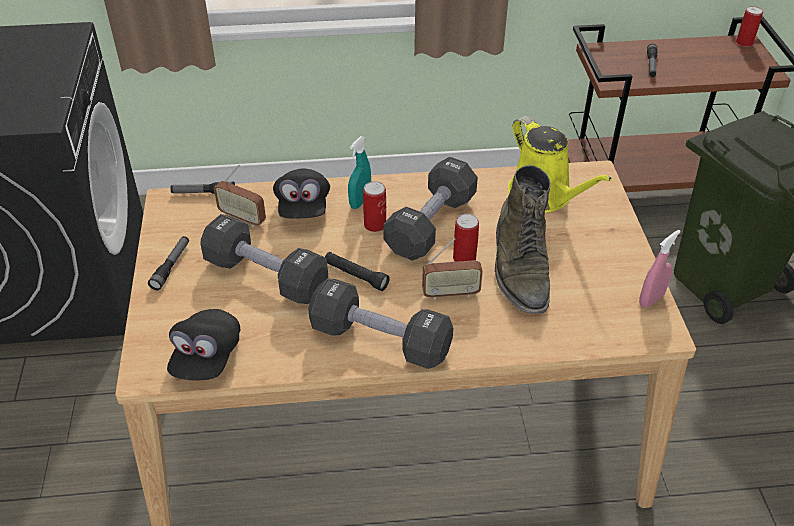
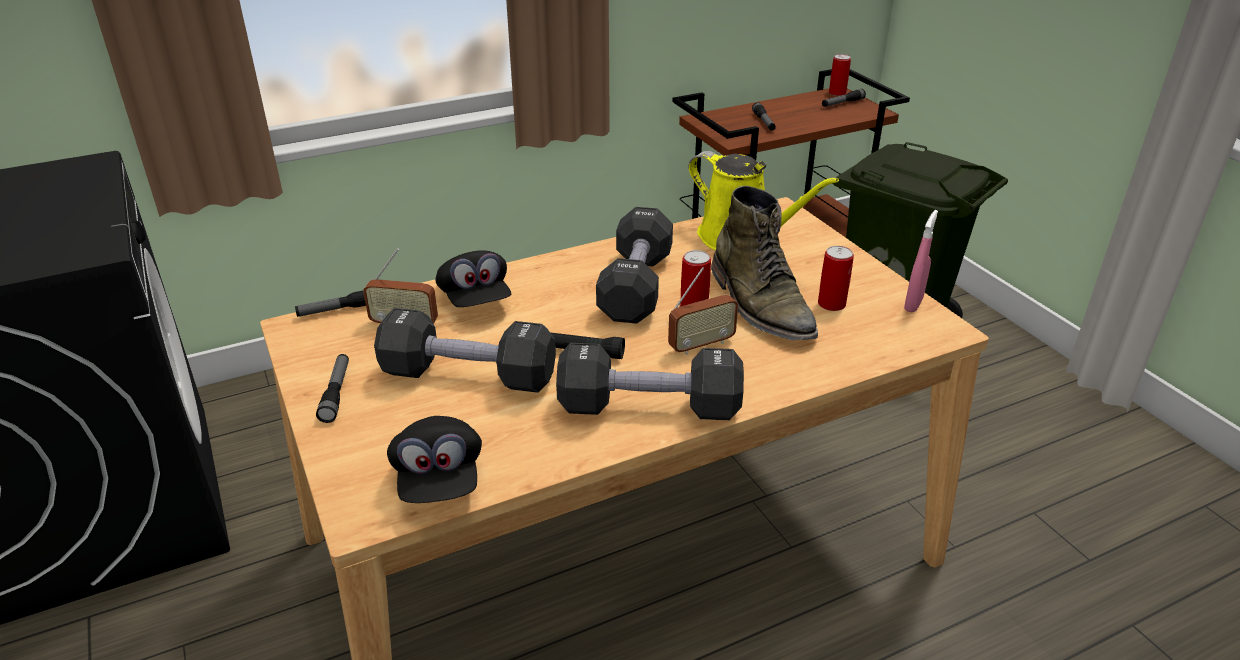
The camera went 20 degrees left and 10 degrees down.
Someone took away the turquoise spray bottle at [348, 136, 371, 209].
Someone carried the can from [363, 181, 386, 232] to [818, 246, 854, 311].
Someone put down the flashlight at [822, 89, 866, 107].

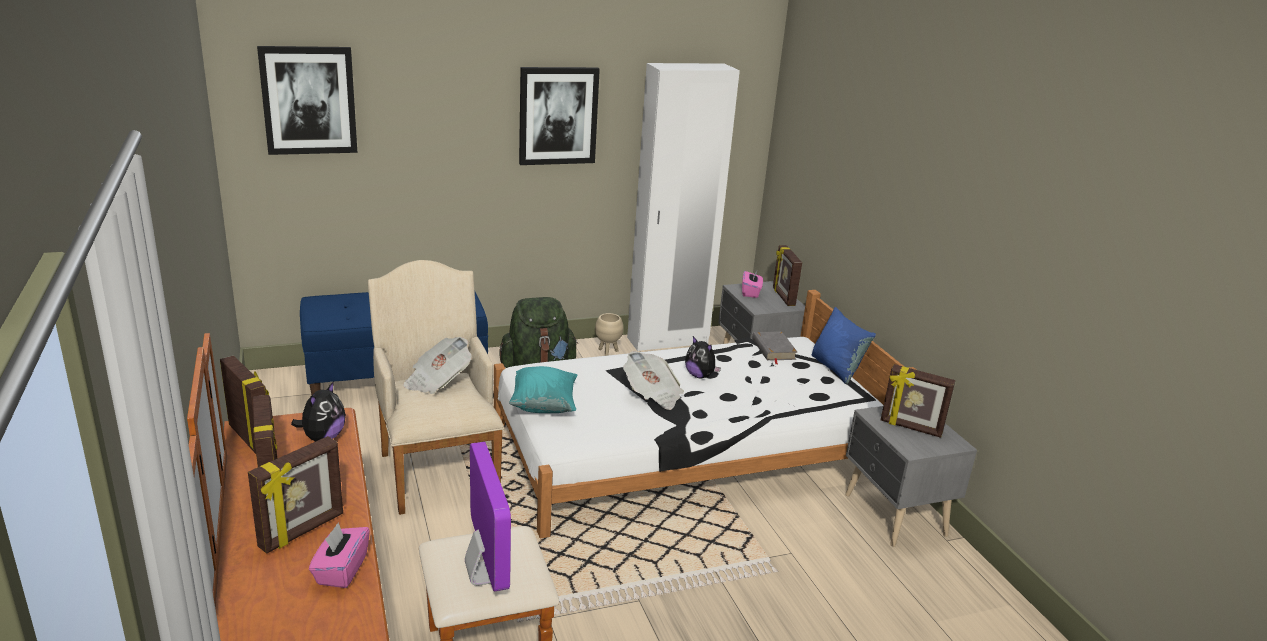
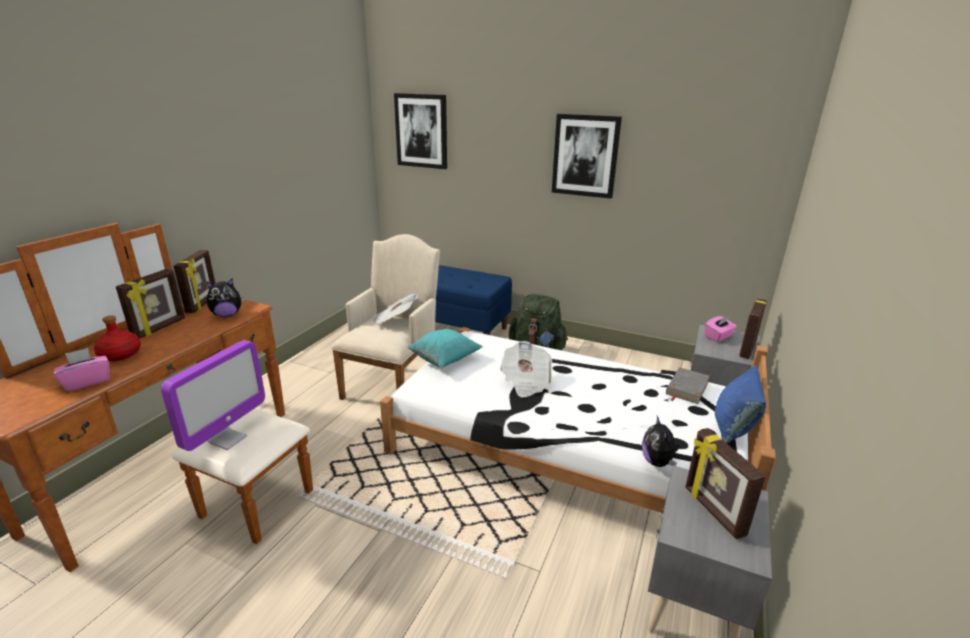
The camera went 45 degrees right and 0 degrees up.
Someone took away the white wardrobe at [627, 63, 740, 351].
Someone took away the beige planter at [595, 313, 623, 356].
Someone carried the plush toy from [685, 336, 721, 378] to [642, 416, 679, 467].
Someone swapped the picture frame at [248, 436, 343, 553] for the red bottle at [94, 316, 141, 361].

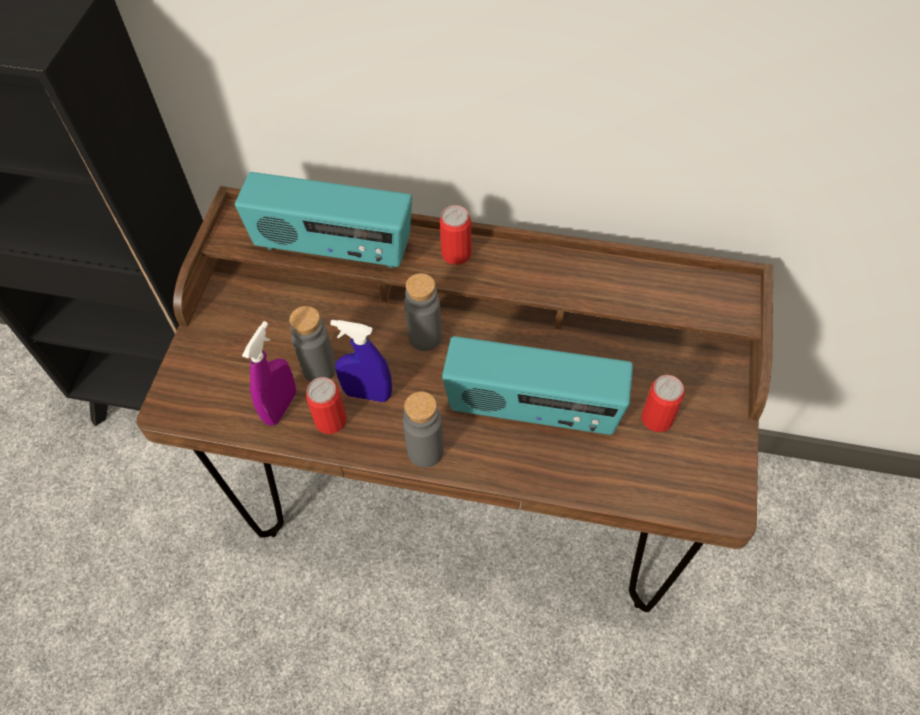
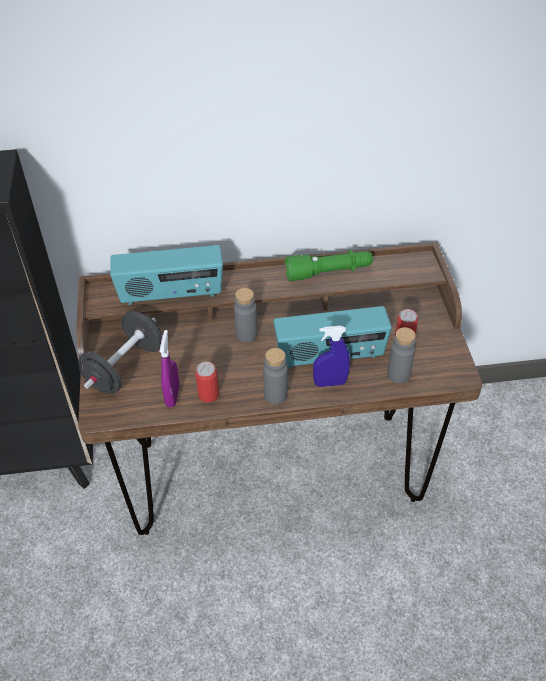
The camera went 20 degrees left and 10 degrees down.
Someone took away the can at [440, 205, 472, 265].
Someone carried the grey bottle from [289, 306, 336, 382] to [387, 327, 416, 383].
Someone carried the blue spray bottle from [330, 320, 392, 402] to [313, 326, 350, 387].
Someone put down the green flashlight at [285, 250, 373, 281].
Someone put down the black dumbbell at [78, 311, 162, 394].

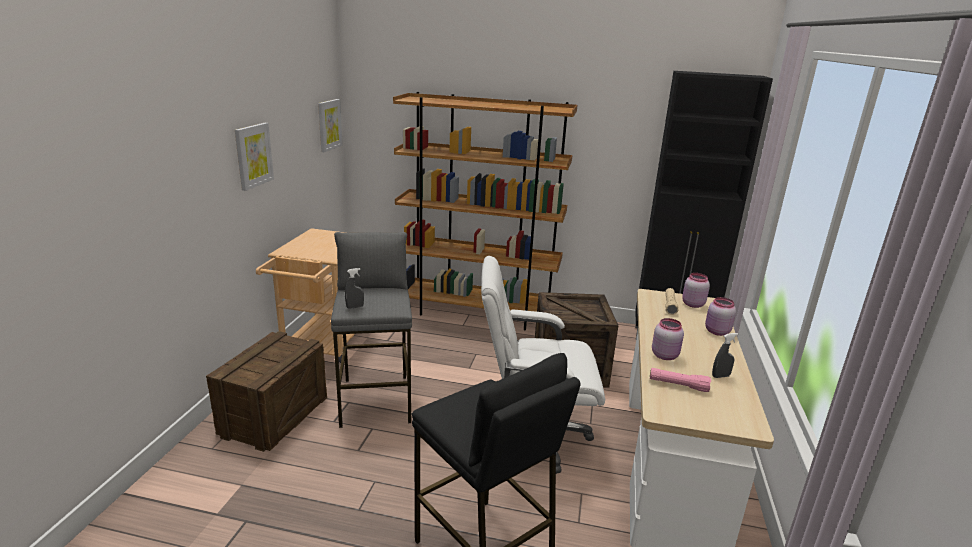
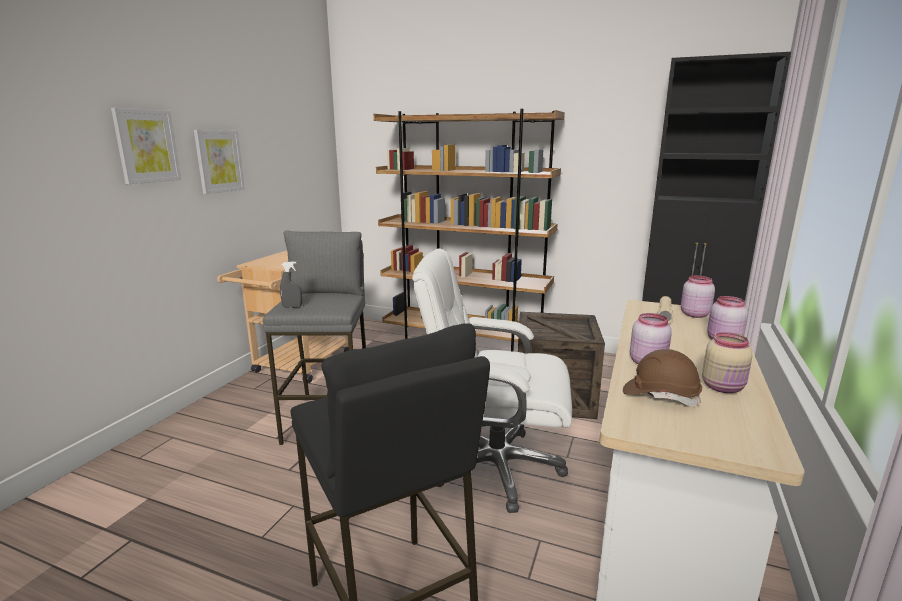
The camera went 10 degrees right and 5 degrees down.
Someone carried the picture from [318, 99, 343, 152] to [111, 108, 181, 184].
Someone took away the crate at [206, 331, 327, 452].
Someone swapped the grey spray bottle at [712, 333, 738, 378] for the beige jar at [702, 332, 753, 393].
Someone swapped the pink flashlight at [650, 368, 711, 392] for the brown hard hat at [623, 349, 702, 406].

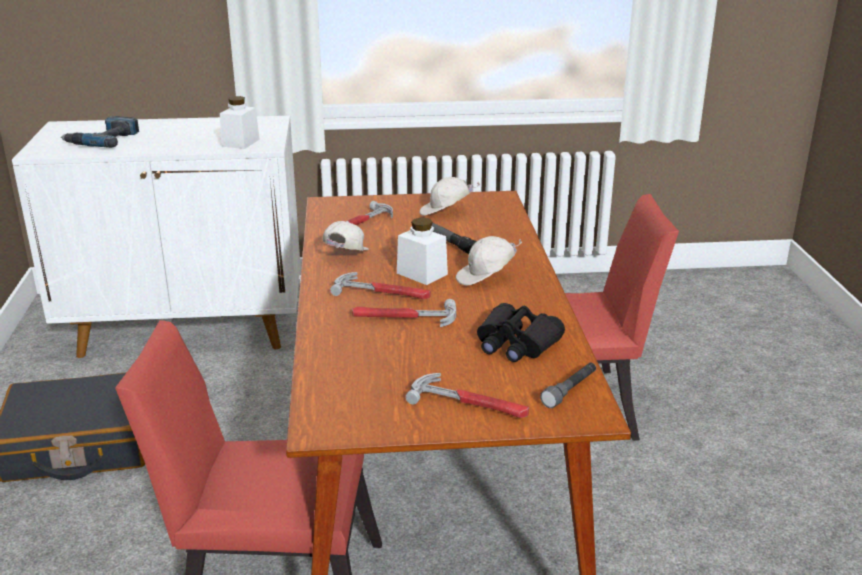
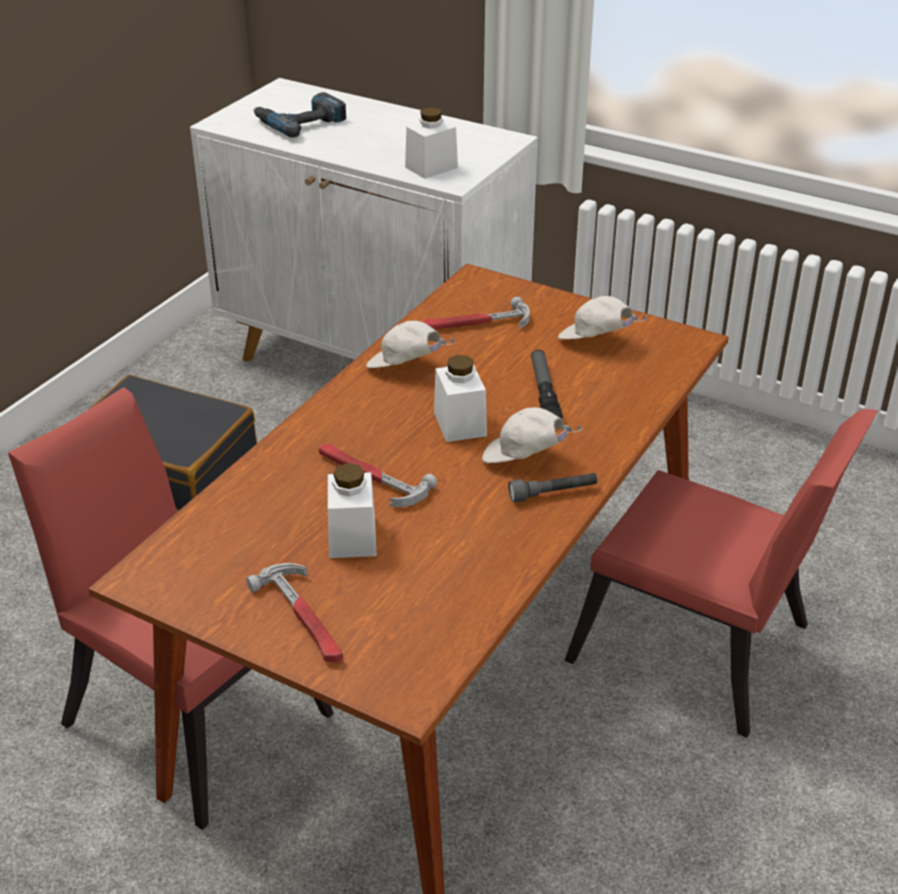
The camera went 35 degrees right and 10 degrees up.
Someone rotated the white cap at [322, 221, 369, 251] by 120 degrees counterclockwise.
Someone took away the hammer at [330, 272, 431, 299].
Someone took away the black binoculars at [477, 303, 565, 362].
Someone carried the grey flashlight from [540, 363, 596, 408] to [509, 473, 597, 502].
Someone put down the white jar at [328, 463, 377, 558].

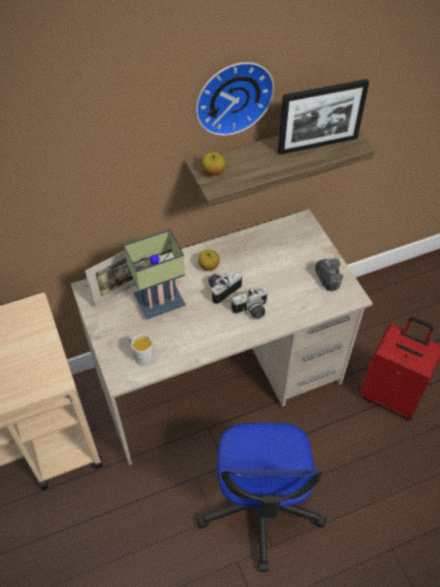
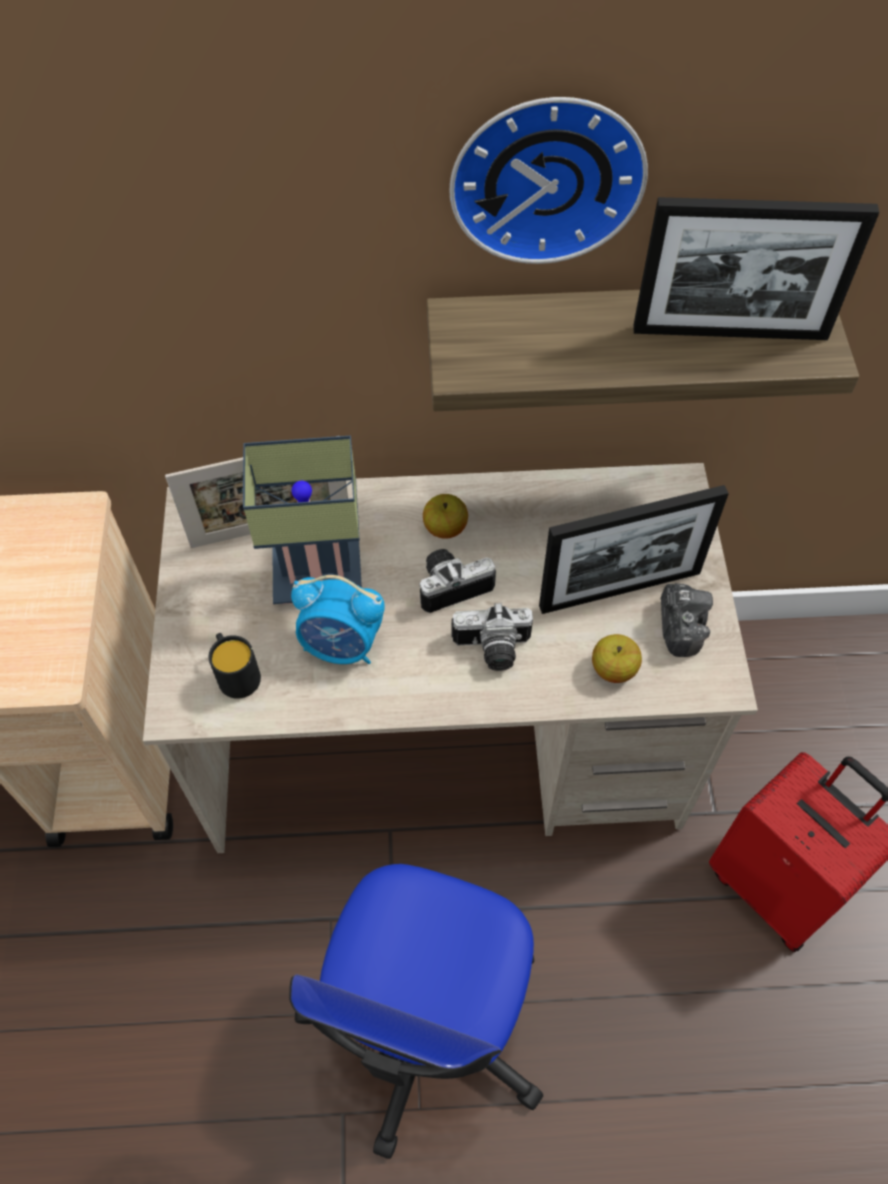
The camera went 20 degrees right and 5 degrees up.
Someone carried the apple from [202, 152, 226, 176] to [592, 634, 642, 683].
Someone repainted the white mug at [129, 334, 154, 366], which became the black mug at [209, 633, 261, 699].
Someone put down the picture frame at [539, 485, 729, 614].
Someone put down the alarm clock at [291, 575, 385, 664].

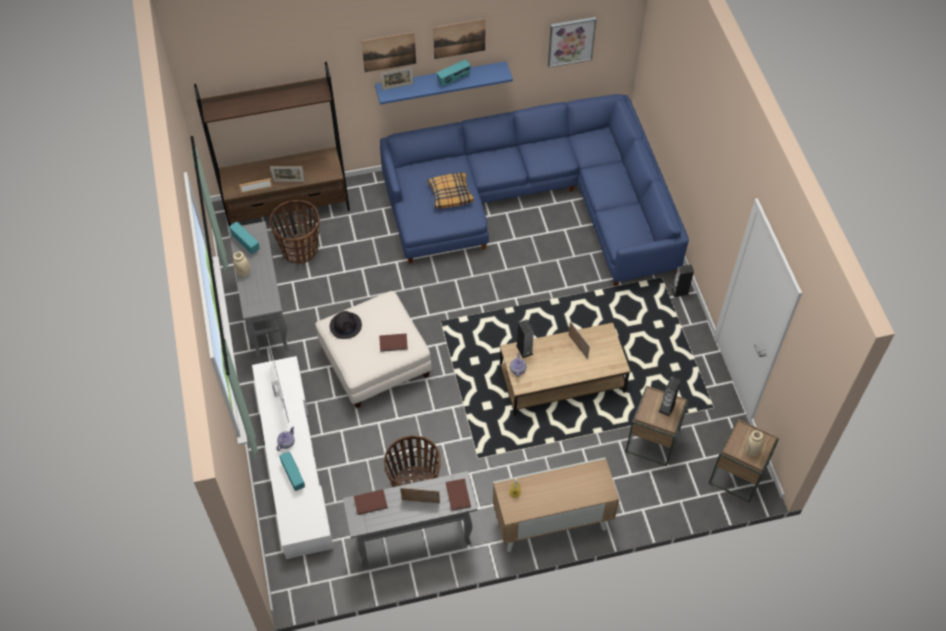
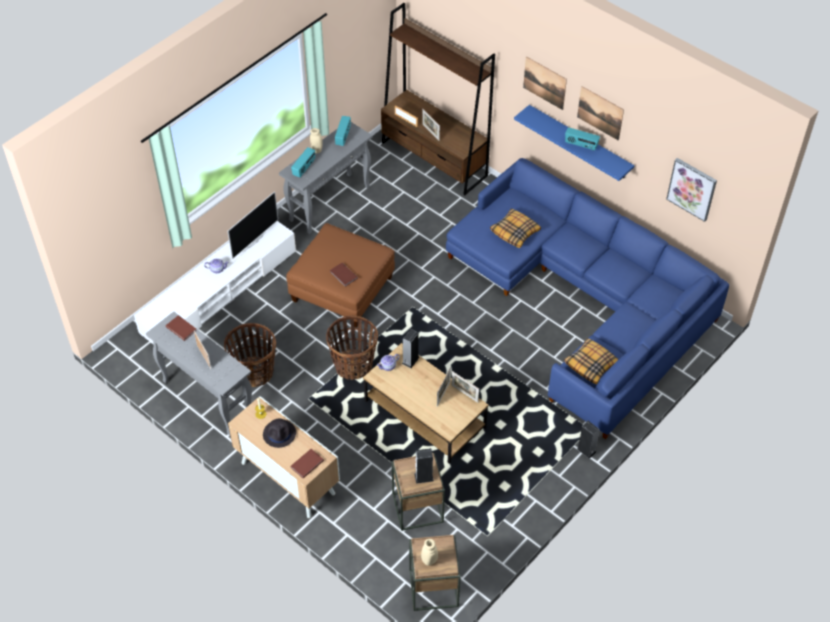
The camera went 55 degrees right and 5 degrees down.
Someone carried the picture frame from [380, 67, 414, 90] to [452, 371, 479, 403].
Someone carried the basket from [270, 200, 320, 264] to [326, 316, 378, 380].
Someone repainted the white ottoman at [315, 291, 432, 408], which became the brown ottoman at [286, 223, 395, 328].
Someone carried the black hat from [330, 311, 362, 339] to [263, 419, 296, 448].
Someone carried the radio from [279, 451, 305, 491] to [291, 147, 315, 178].
Someone carried the brown book from [446, 479, 471, 511] to [291, 449, 324, 478].
Someone put down the pillow at [564, 338, 619, 384].

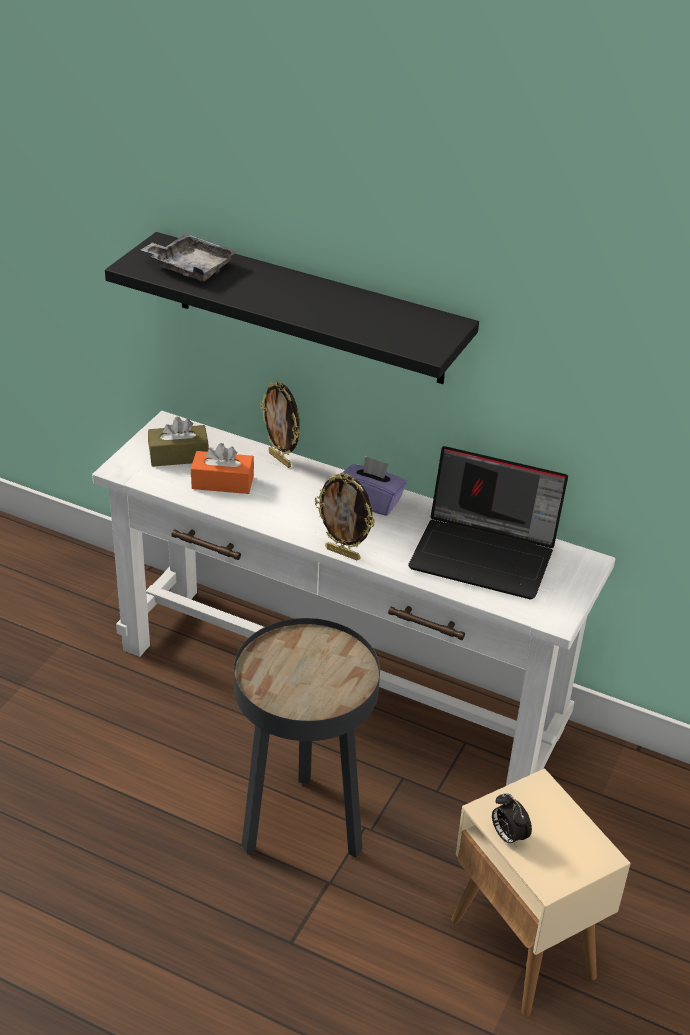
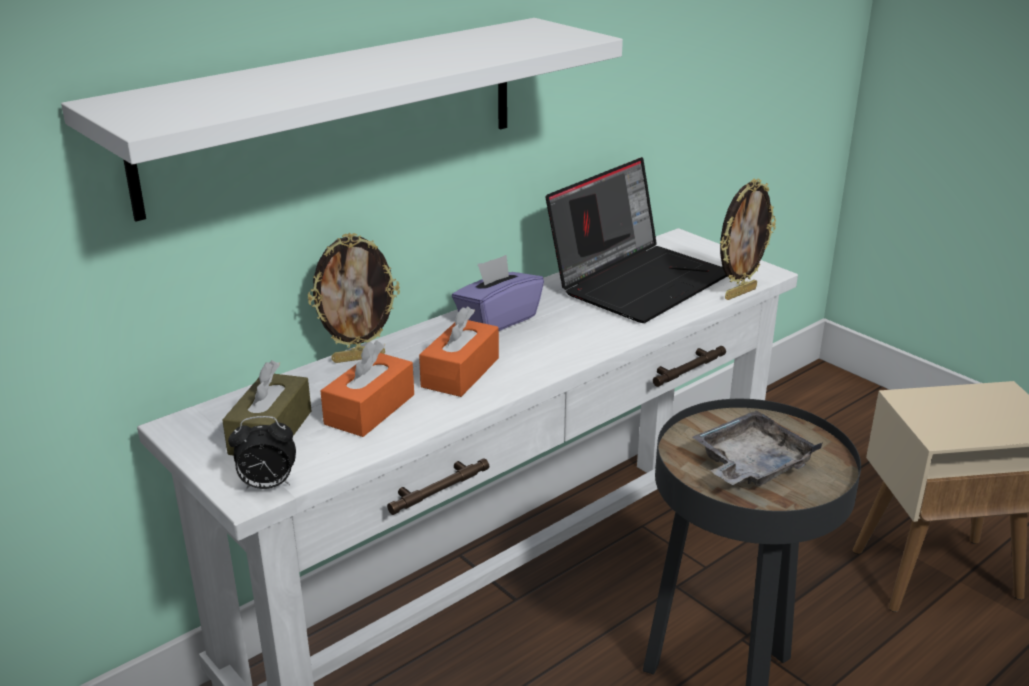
The camera went 65 degrees left and 10 degrees down.
Someone repainted the black shelf at [105, 232, 479, 384], which became the white shelf at [61, 18, 623, 222].
Someone carried the grey tray from [141, 233, 238, 282] to [693, 410, 822, 486].
Someone carried the picture frame from [315, 473, 375, 560] to [720, 178, 776, 300].
Someone carried the alarm clock from [492, 793, 532, 847] to [228, 416, 296, 490].
Someone put down the orange tissue box at [419, 307, 499, 397].

